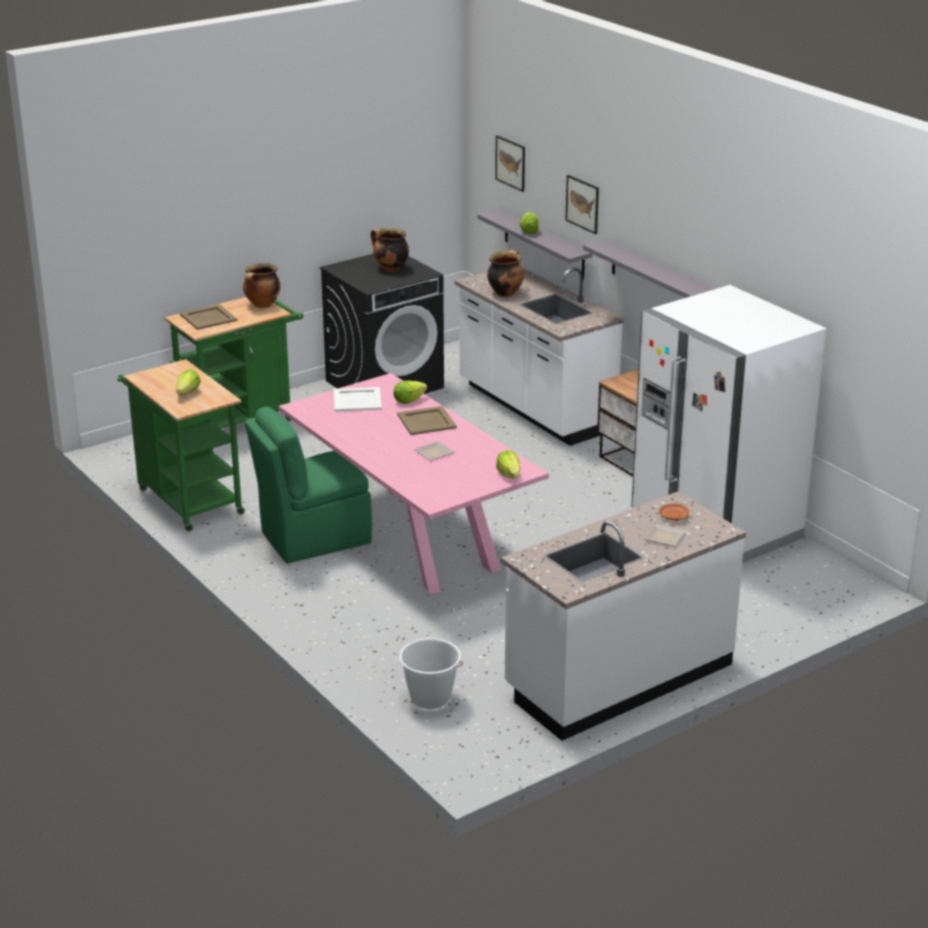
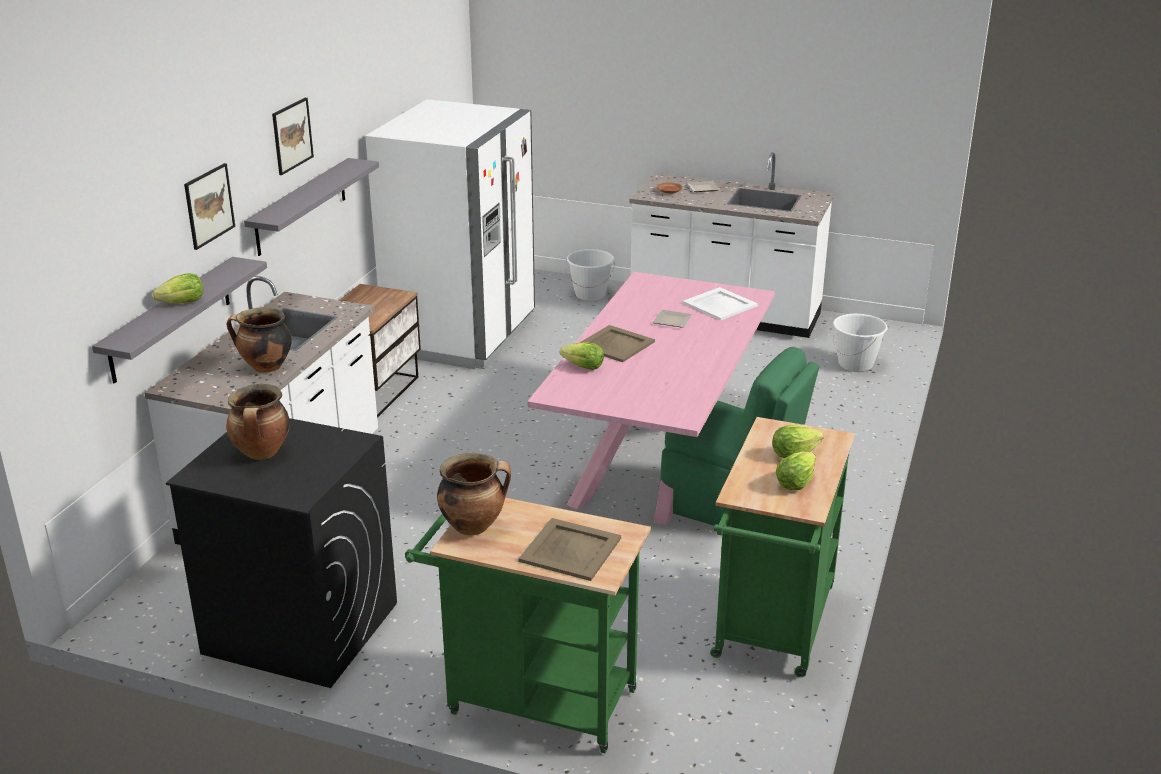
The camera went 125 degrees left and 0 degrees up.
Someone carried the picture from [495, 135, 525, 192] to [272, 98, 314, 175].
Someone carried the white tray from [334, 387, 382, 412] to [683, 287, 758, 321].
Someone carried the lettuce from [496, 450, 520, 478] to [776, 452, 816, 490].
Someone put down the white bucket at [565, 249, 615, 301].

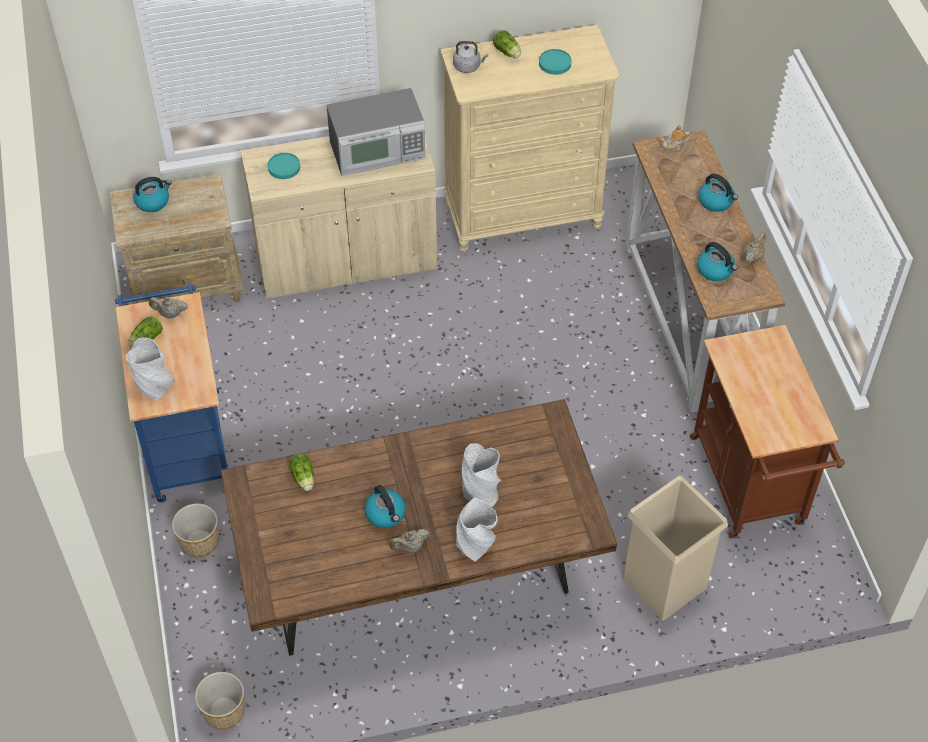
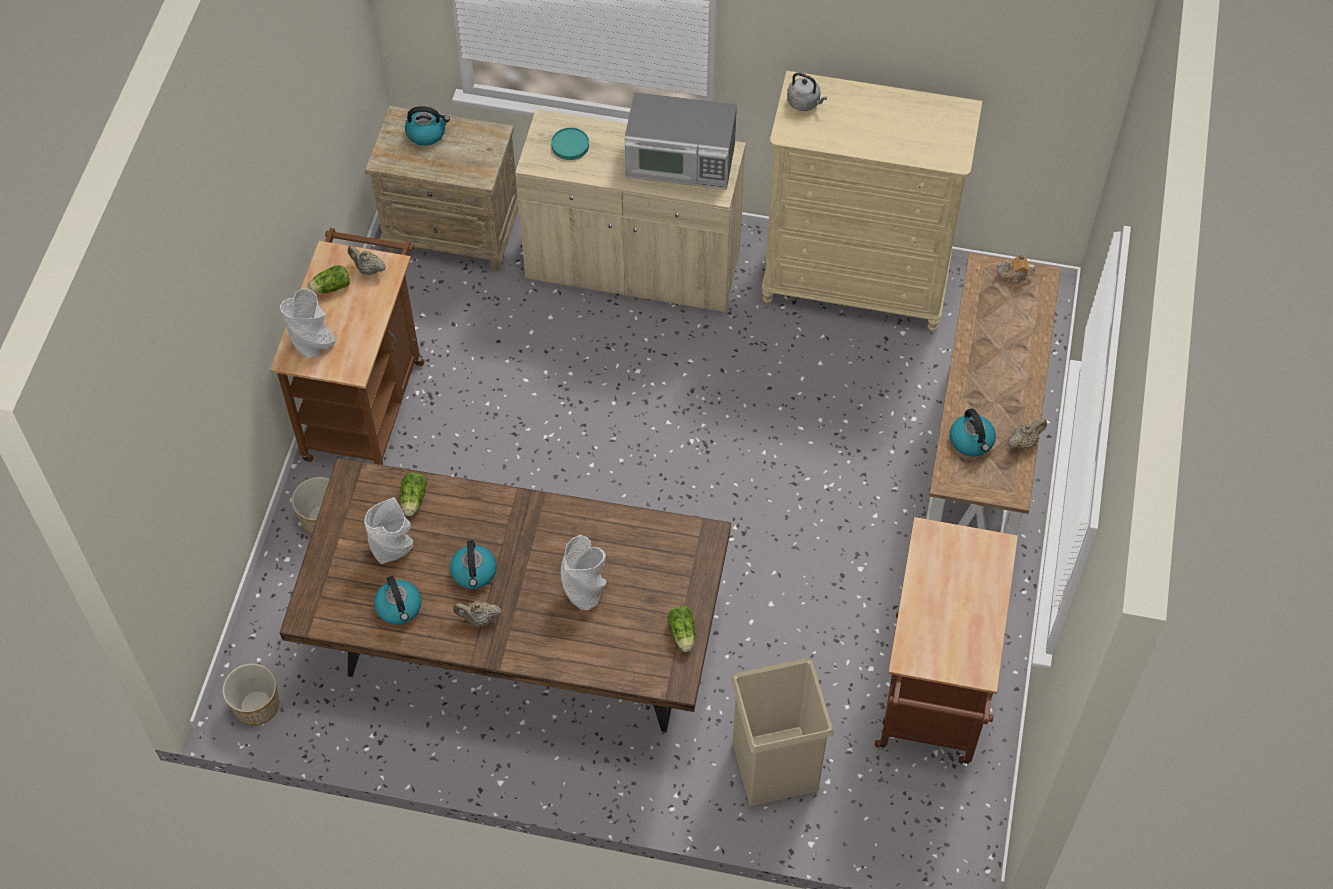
The camera went 25 degrees right and 5 degrees up.
Someone carried the lettuce from [493, 30, 521, 58] to [668, 606, 696, 652].
Someone took away the turquoise plate at [539, 49, 572, 75].
Someone carried the kettle from [699, 174, 738, 212] to [374, 576, 422, 625].
Someone repainted the blue cart at [115, 283, 227, 503], which became the brown cart at [270, 228, 424, 465].
Someone carried the grey vase from [456, 497, 498, 562] to [364, 497, 413, 564].

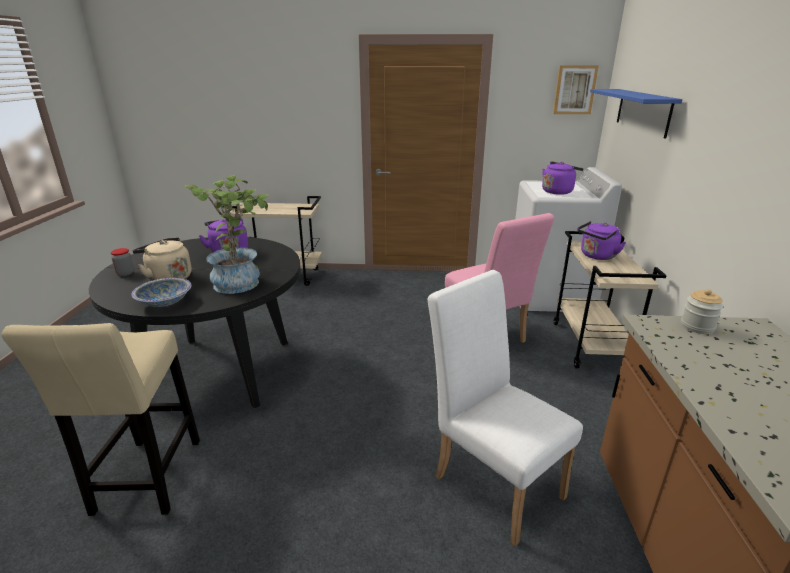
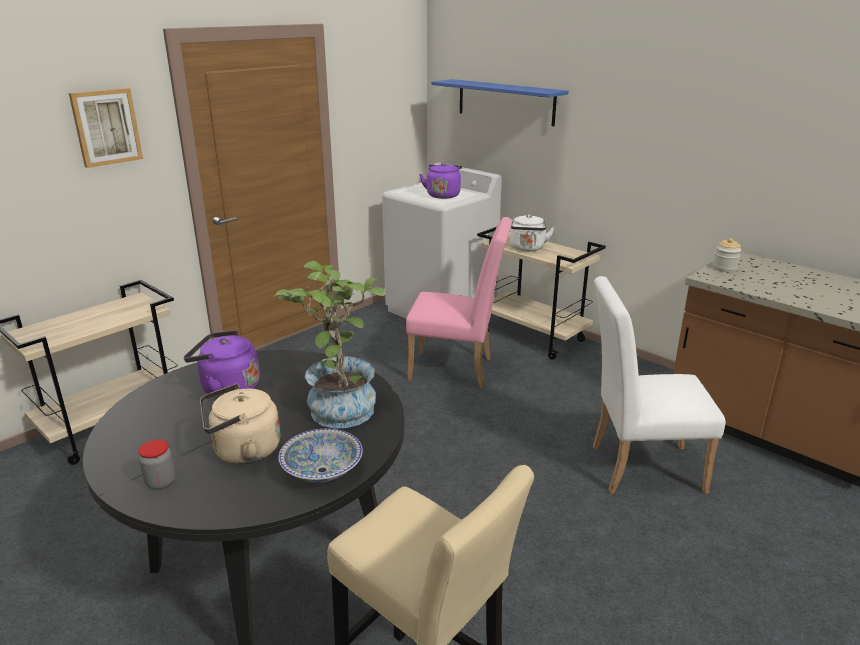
The camera went 50 degrees left and 0 degrees up.
Someone carried the picture from [553, 65, 599, 114] to [69, 88, 143, 168].
Someone repainted the purple kettle at [577, 221, 626, 260], which became the white kettle at [510, 214, 554, 251].

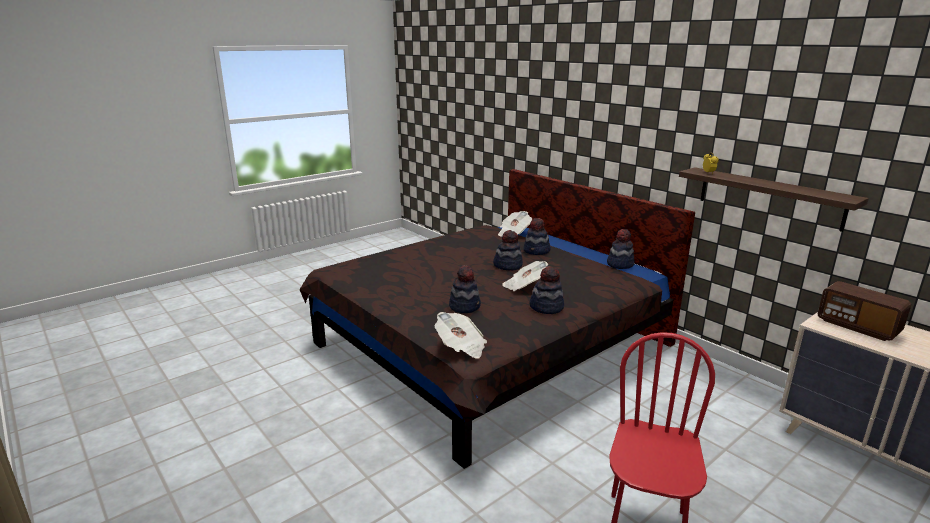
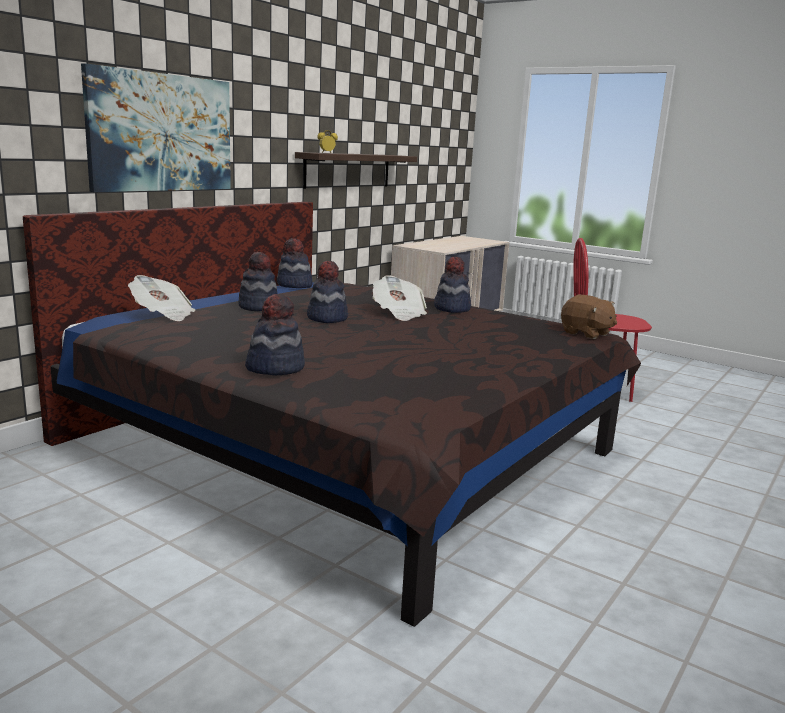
The camera went 105 degrees left and 5 degrees down.
Someone carried the hat from [449, 266, 481, 313] to [245, 294, 305, 375].
Someone took away the radio at [818, 281, 911, 341].
Someone swapped the newspaper at [434, 312, 487, 359] for the brown plush toy at [561, 295, 617, 339].
Someone put up the picture at [81, 63, 231, 192].

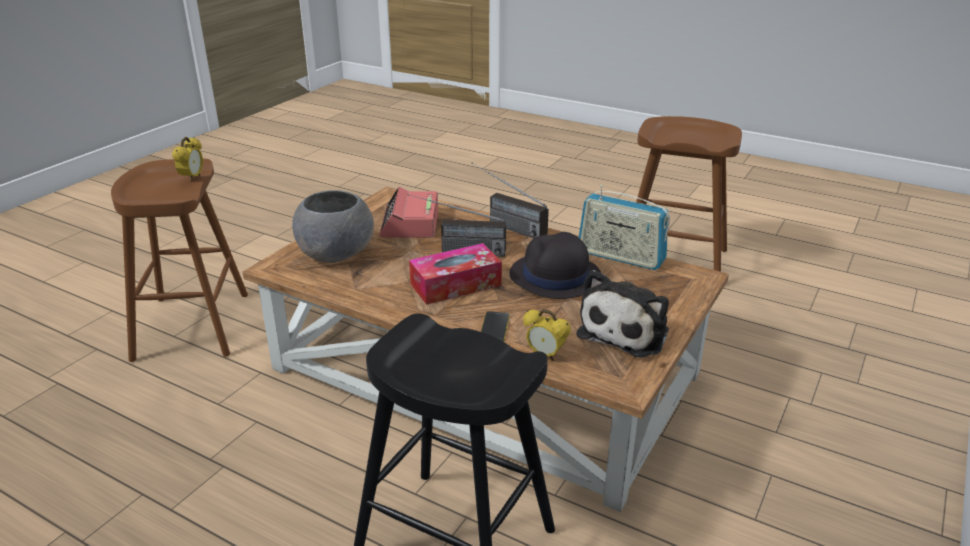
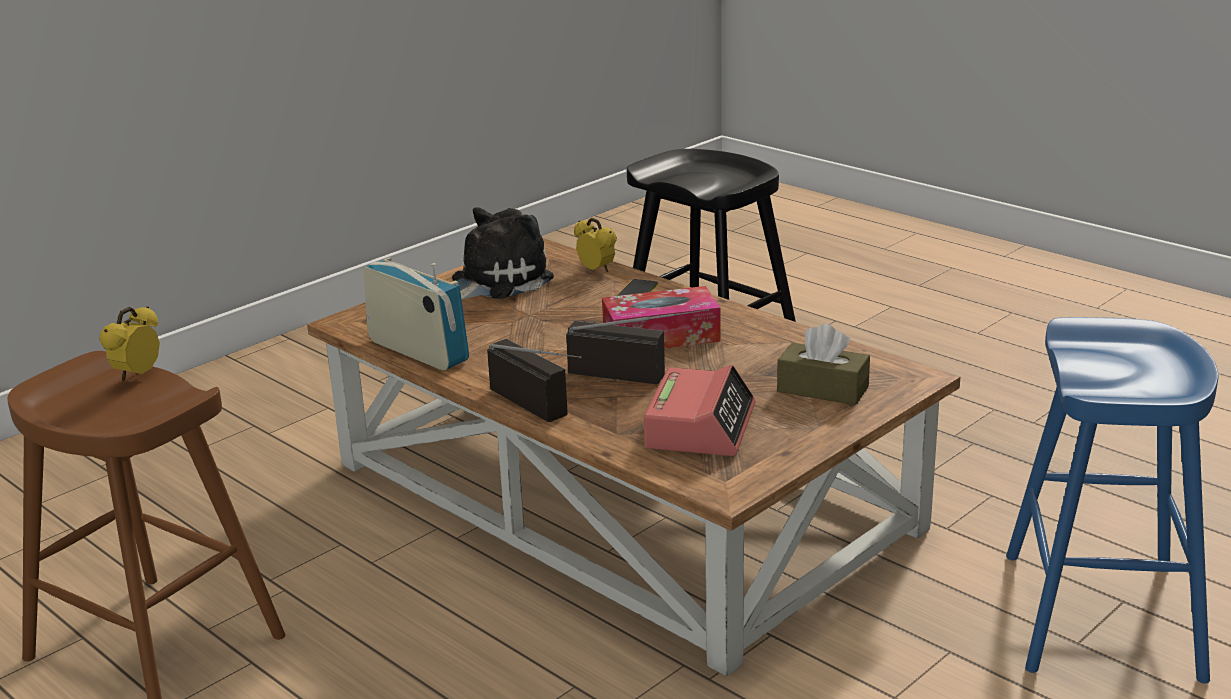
The camera went 165 degrees left and 5 degrees down.
Someone carried the alarm clock from [172, 137, 203, 182] to [99, 306, 160, 381].
Someone repainted the brown stool at [111, 158, 248, 362], which became the blue stool at [1006, 317, 1218, 683].
Someone swapped the grey bowl at [292, 190, 374, 263] for the brown tissue box at [777, 324, 870, 405].
Someone took away the black hat at [509, 232, 601, 299].

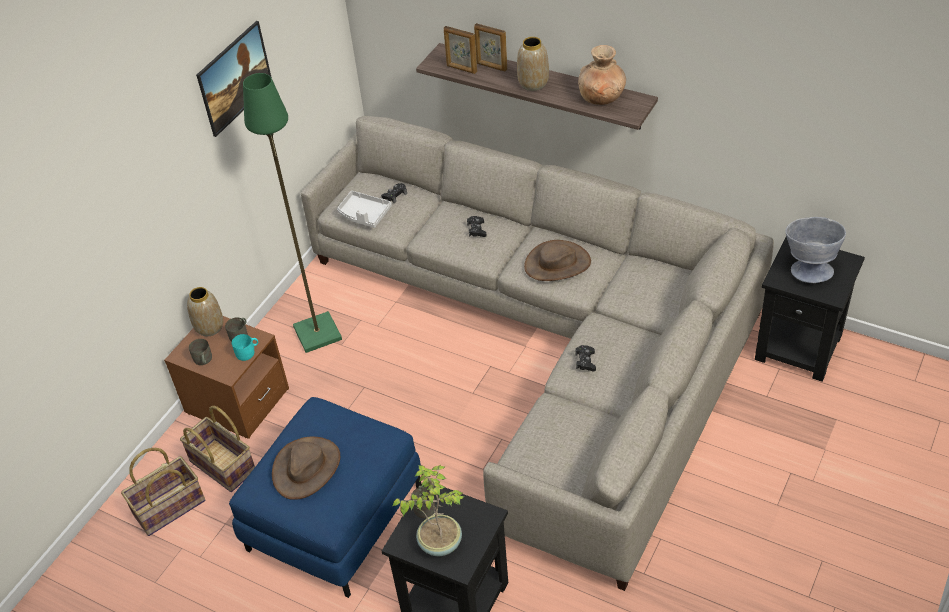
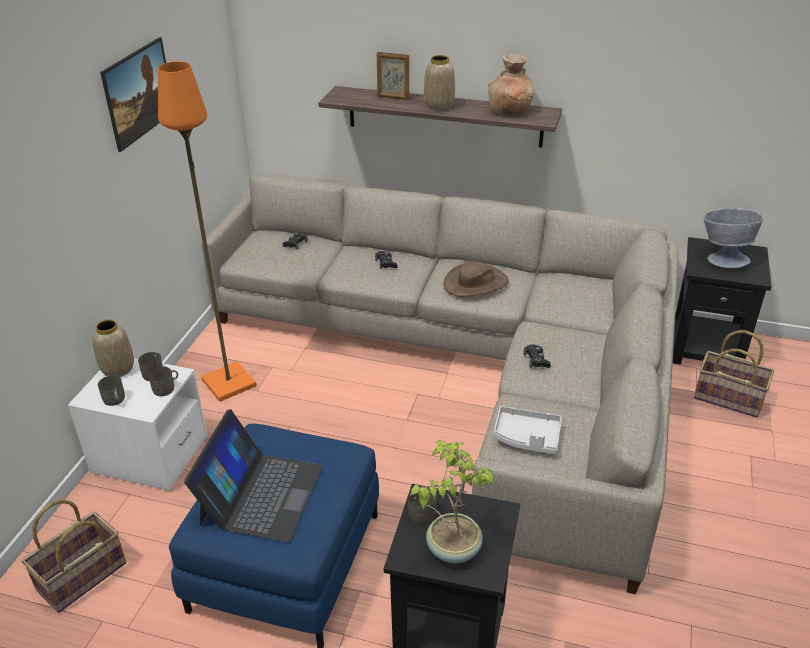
The camera went 15 degrees left and 10 degrees down.
Someone took away the picture frame at [444, 26, 477, 74].
Someone repainted the green floor lamp at [243, 73, 342, 353], which became the orange floor lamp at [158, 61, 256, 402].
Someone carried the grey tray from [337, 191, 392, 228] to [493, 406, 562, 454].
Someone repainted the brown nightstand at [164, 316, 289, 439], which became the white nightstand at [68, 358, 207, 491].
Someone repainted the turquoise mug at [232, 334, 258, 361], which became the grey mug at [148, 367, 178, 396].
Someone carried the basket from [180, 406, 255, 492] to [694, 330, 774, 418].
Someone swapped the brown hat at [272, 437, 340, 500] for the laptop at [184, 409, 323, 542].

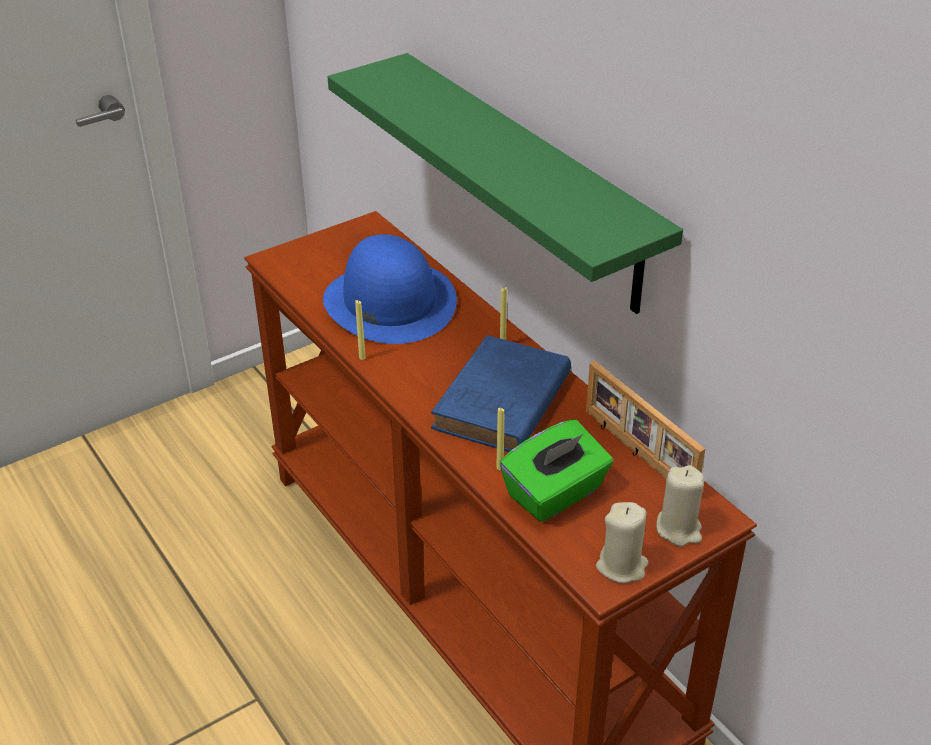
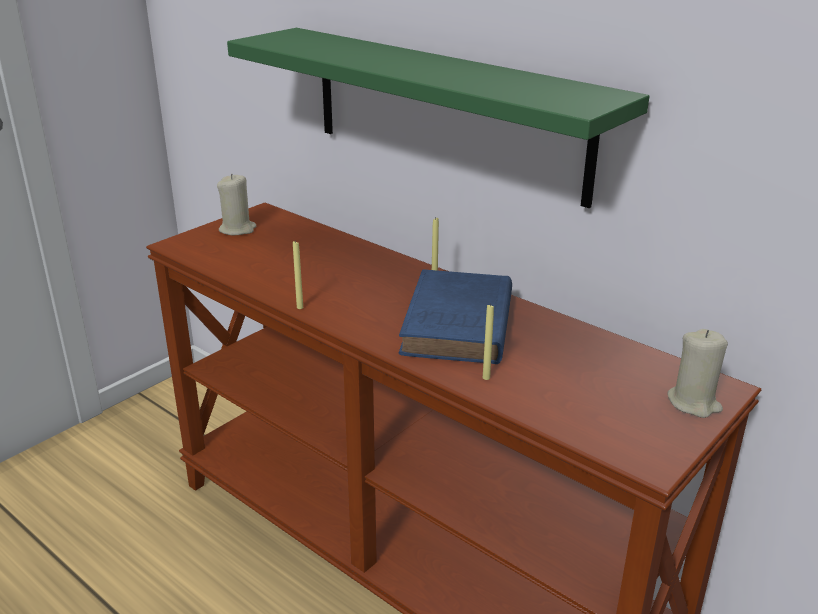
The camera went 15 degrees left and 10 degrees down.
Someone took away the blue hat at [323, 234, 457, 344].
Someone took away the picture frame at [586, 361, 705, 479].
Someone took away the green tissue box at [500, 420, 613, 522].
Someone carried the beige candle from [596, 502, 648, 583] to [217, 174, 256, 235].

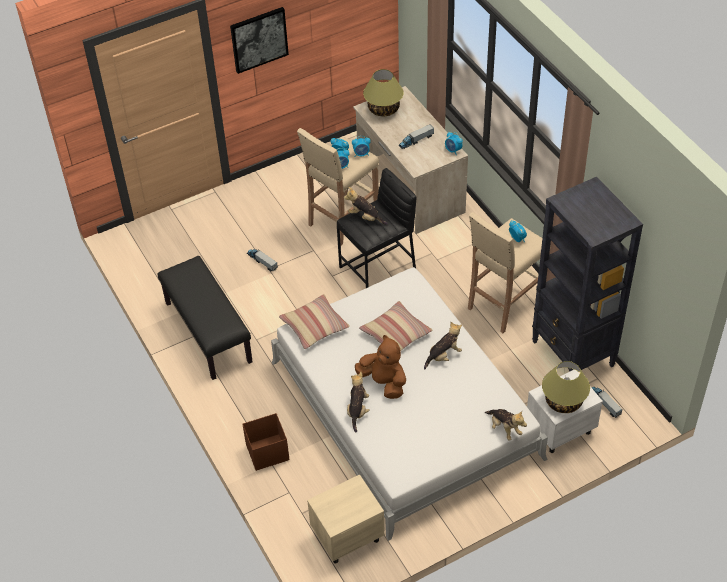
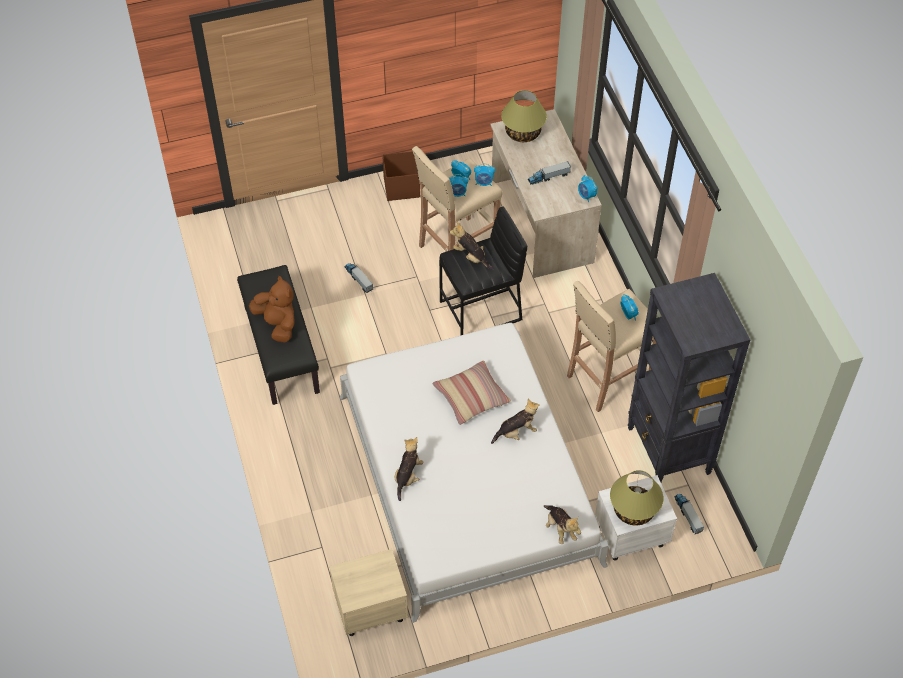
The camera went 10 degrees right and 5 degrees up.
Someone took away the picture at [230, 7, 289, 74].
Someone took away the pillow at [279, 294, 350, 349].
Someone carried the brown plush toy from [355, 335, 406, 399] to [249, 276, 295, 343].
Someone carried the brown storage box from [243, 413, 289, 471] to [382, 151, 420, 201].

